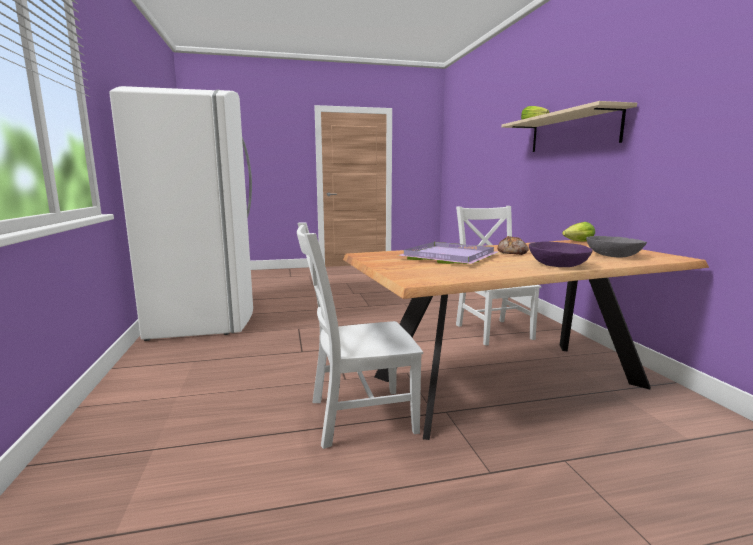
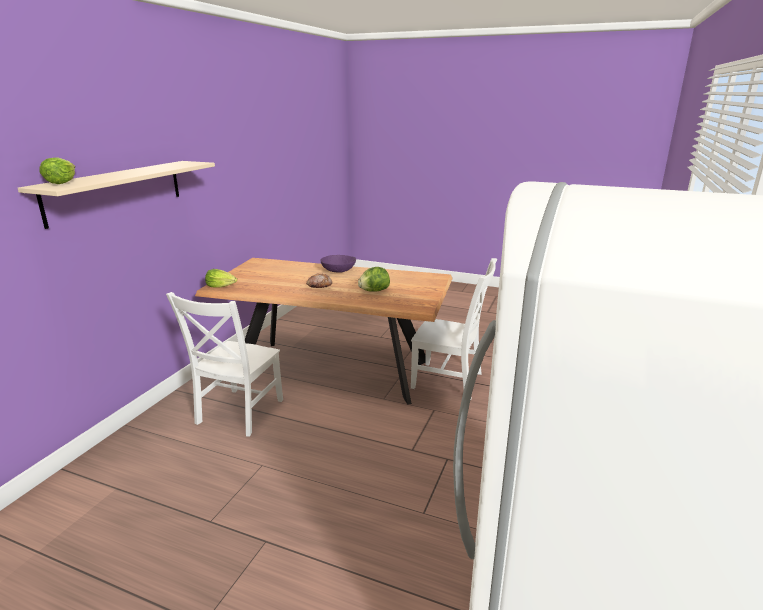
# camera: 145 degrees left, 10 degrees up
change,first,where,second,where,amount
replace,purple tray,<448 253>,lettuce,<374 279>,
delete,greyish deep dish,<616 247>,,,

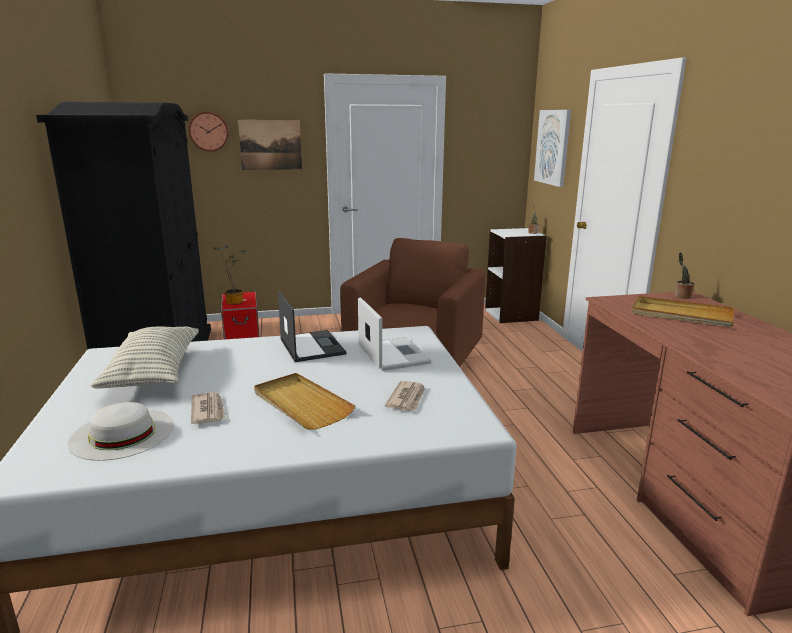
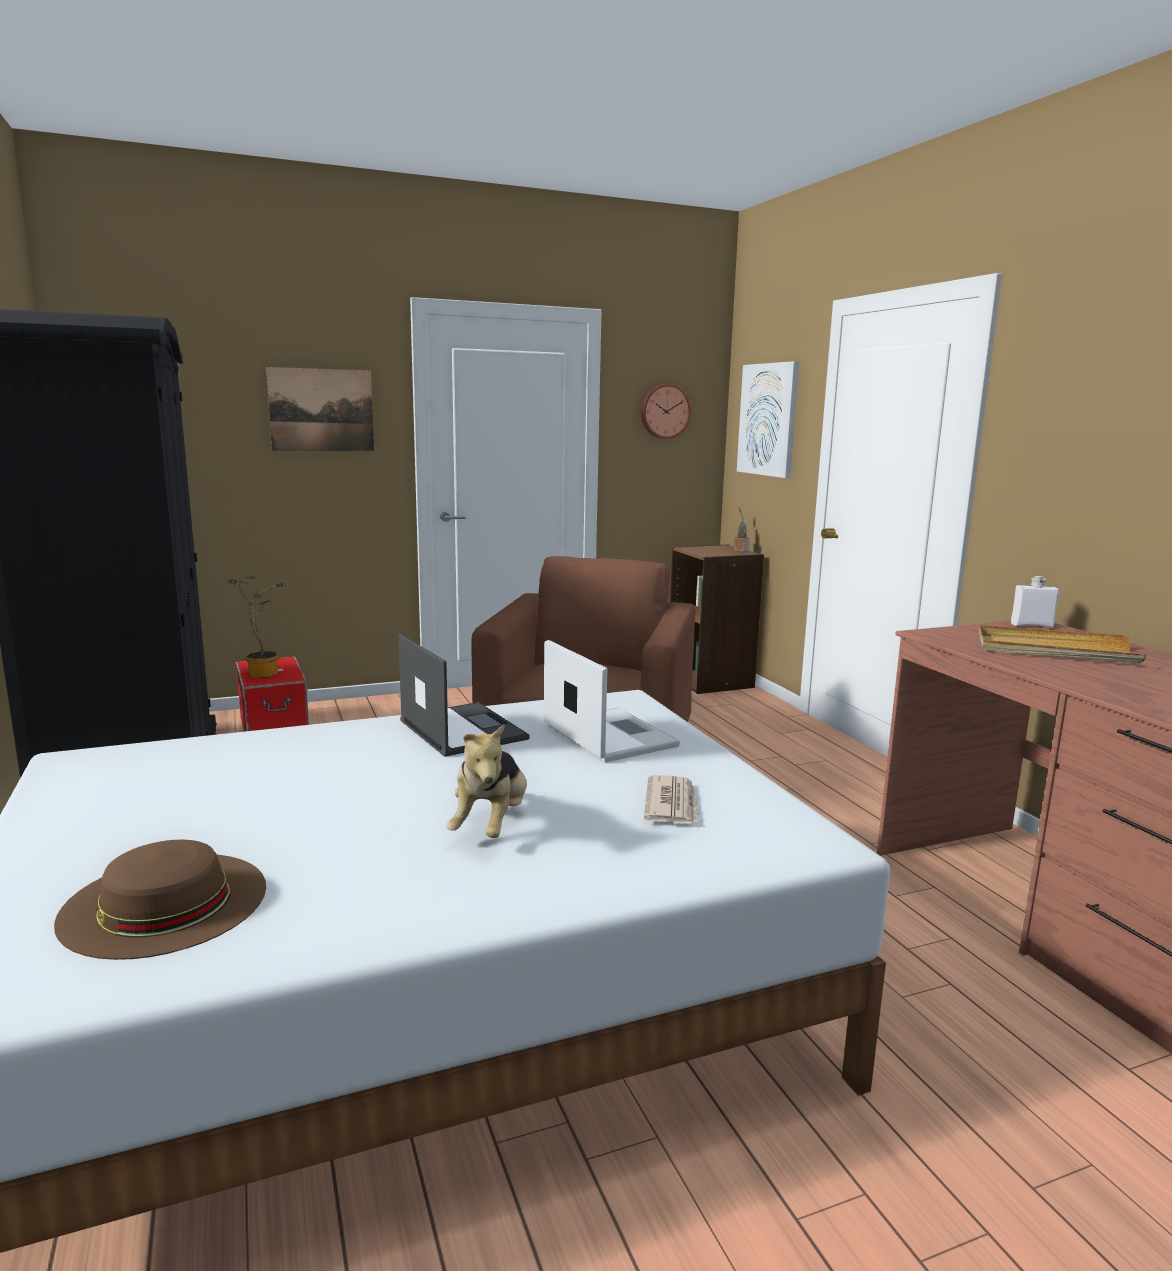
# camera: 10 degrees left, 5 degrees down
change,first,where,second,where,amount
recolor,whitish wearable hat,<121 431>,brown wearable hat,<160 900>,
delete,cushion,<144 358>,,,
move,clock on the wall,<209 132>,,<666 411>,
delete,newspaper,<208 408>,,,
replace,beige-coloured tray,<304 401>,cuddly toy,<486 780>,
recolor,whitish shelving unit,<516 275>,brown shelving unit,<717 619>,
replace,plant in a pot,<684 275>,whitish bottle,<1035 602>,

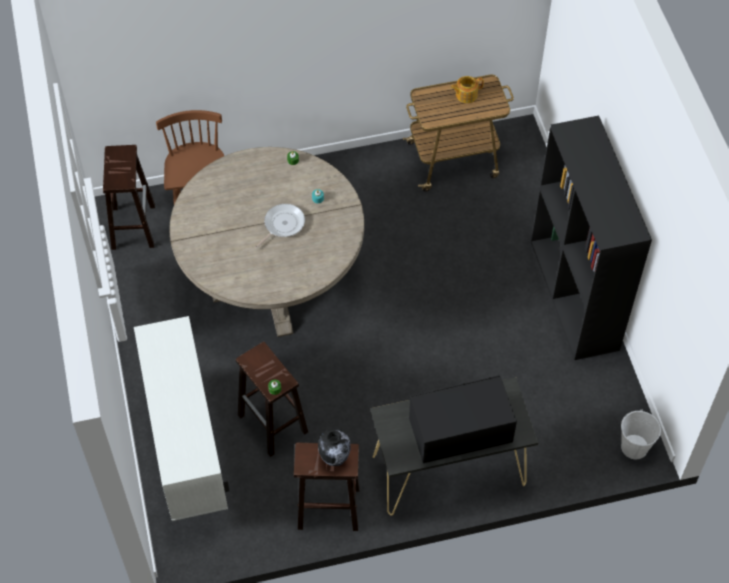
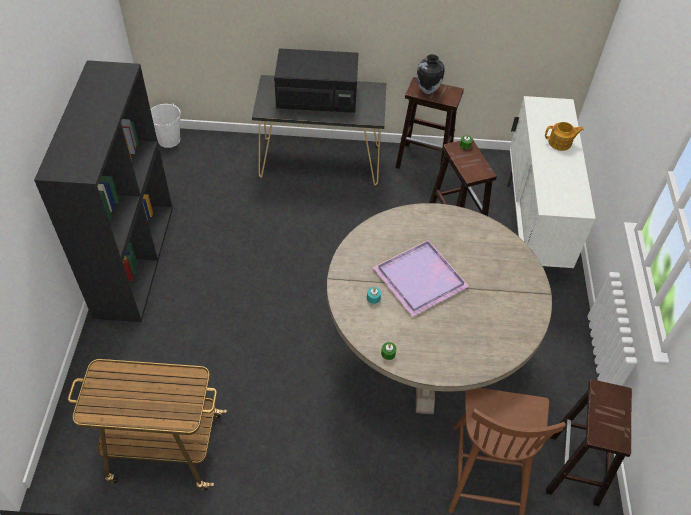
# camera: 165 degrees left, 5 degrees down
change,first,where,second,where,amount
replace,pan,<280 226>,purple tray,<421 278>,
move,tea pot,<467 89>,,<564 136>,

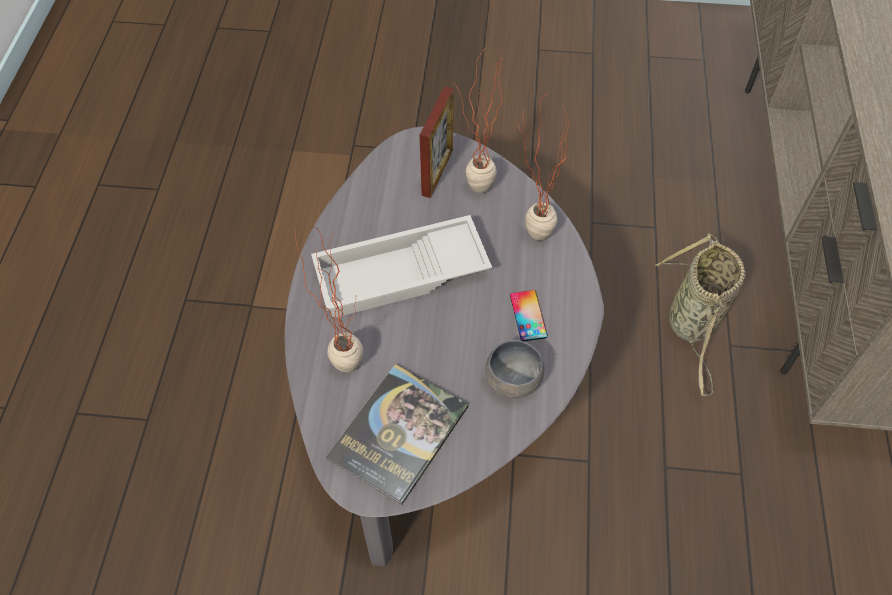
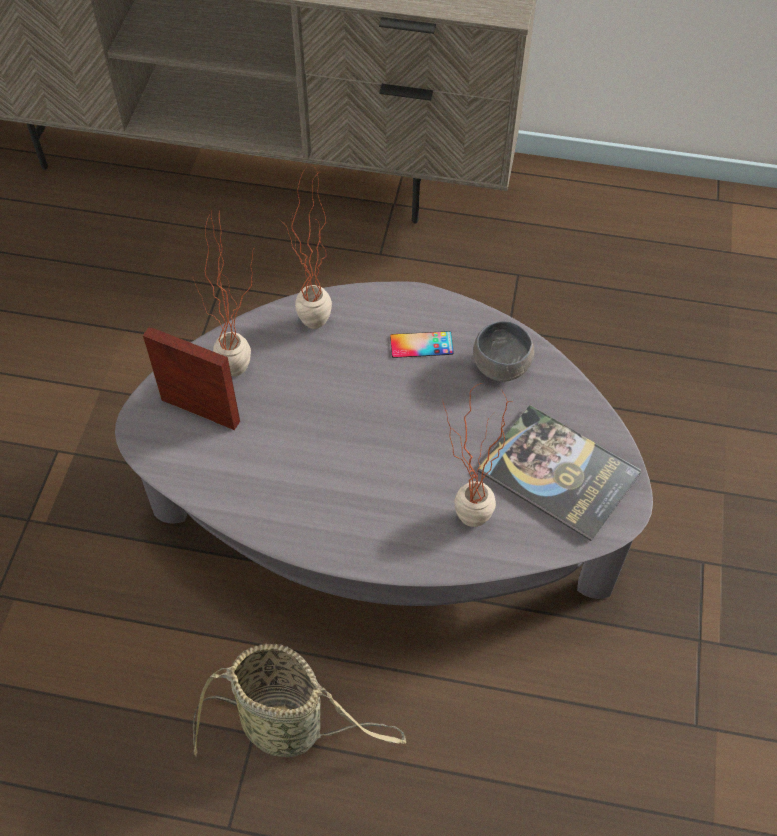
# camera: 85 degrees left, 0 degrees up
change,first,where,second,where,amount
delete,whitish tray,<401 266>,,,
move,household basket,<700 315>,,<299 700>,

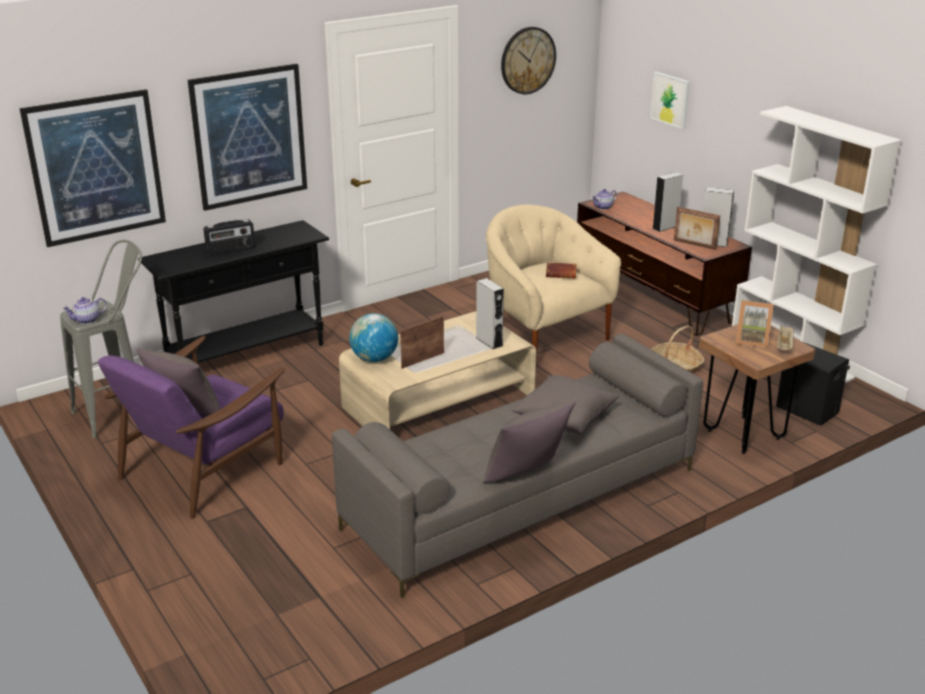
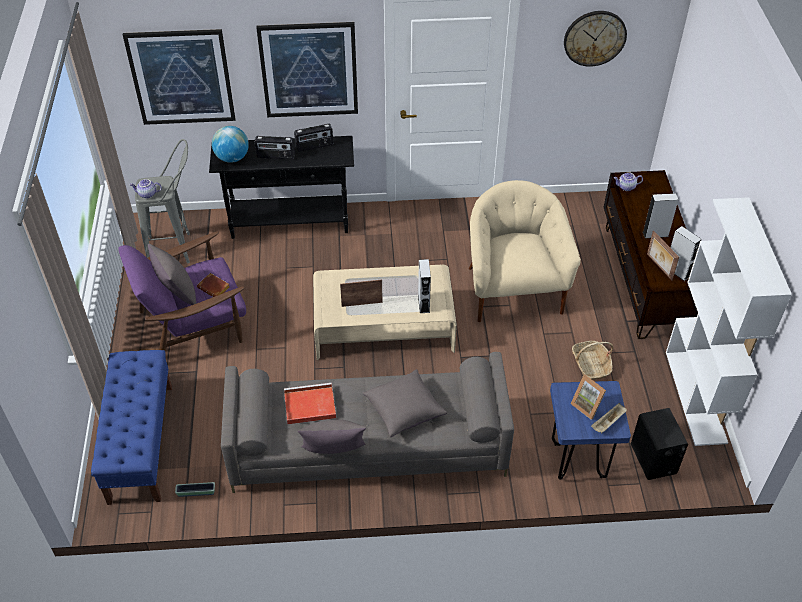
# camera: 30 degrees right, 20 degrees up
change,first,where,second,where,amount
move,desk globe,<373 337>,,<230 144>,
move,brown book,<561 270>,,<213 285>,
delete,wall art,<670 100>,,,
recolor,brown stool seat,<757 389>,bluish stool seat,<590 430>,
insert,,,bluish bench,<131 427>,
insert,,,plant pot,<195 489>,
insert,,,red-coloured tray,<310 403>,
insert,,,radio receiver,<313 138>,

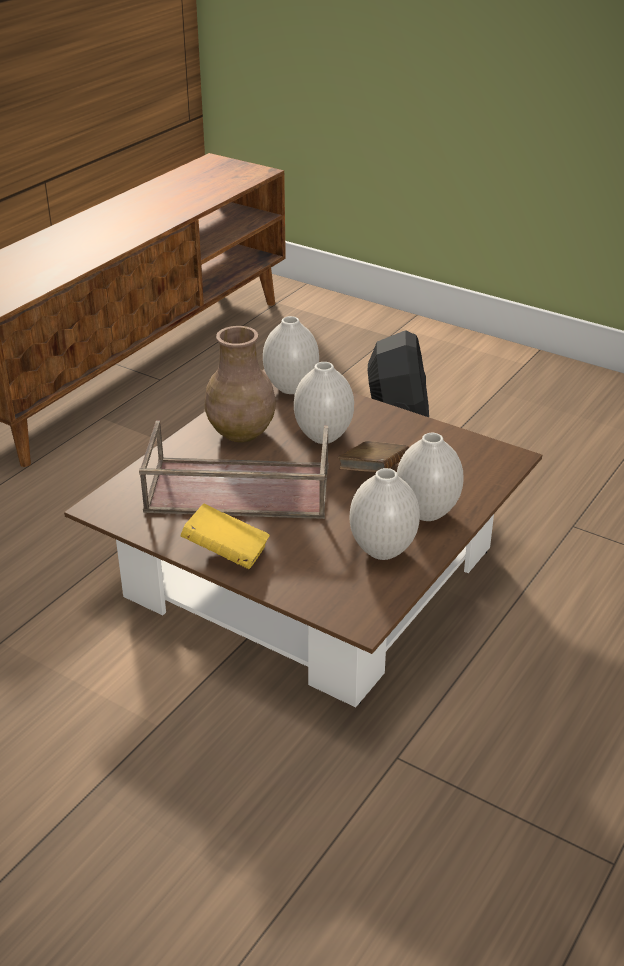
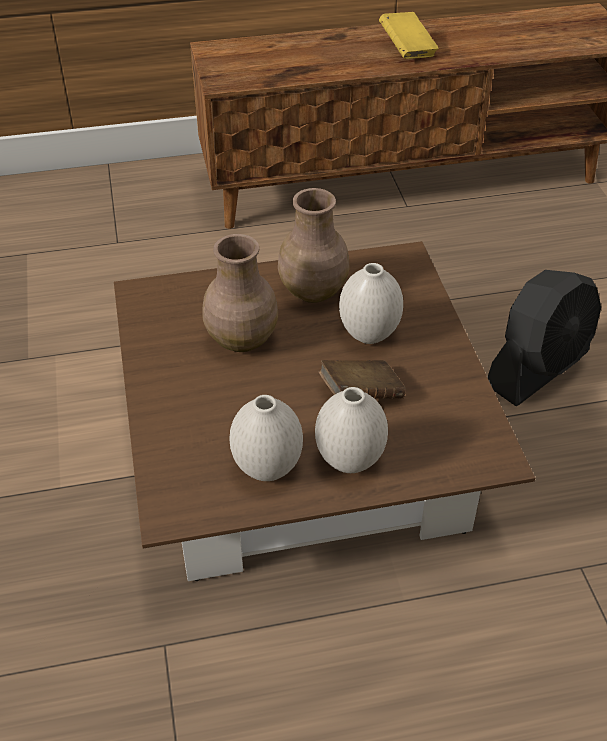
# camera: 45 degrees right, 10 degrees up
change,first,where,second,where,amount
replace,brown tray,<234 470>,brown flower vase,<240 293>,
move,yellow-coloured book,<225 536>,,<409 35>,
delete,whitish flower vase,<291 355>,,,

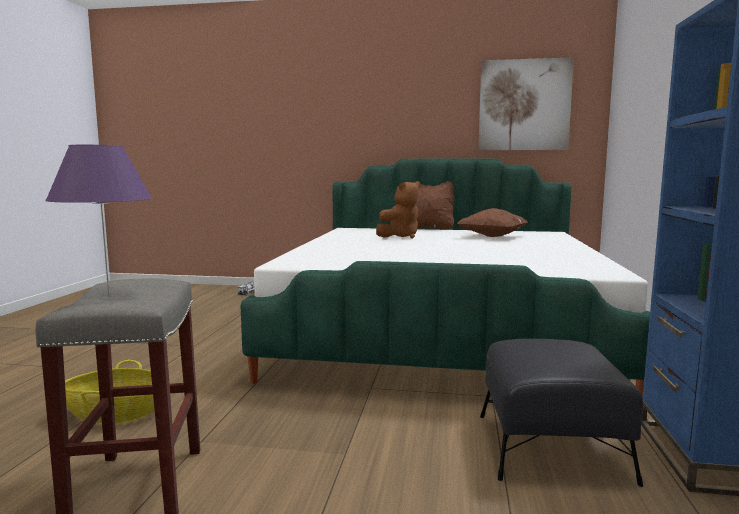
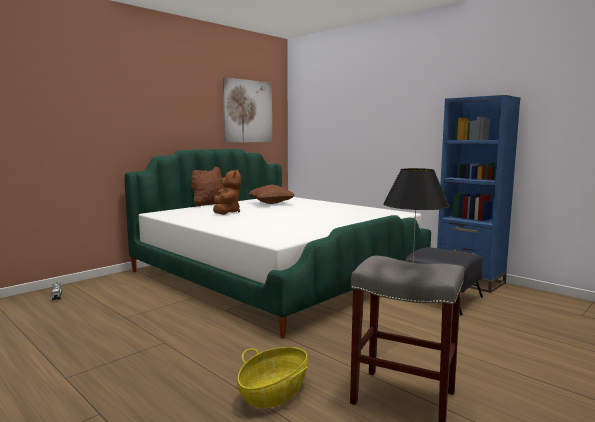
# camera: 55 degrees left, 0 degrees up
change,first,where,second,where,amount
recolor,purple lamp for a table,<98 221>,blackish lamp for a table,<416 217>,

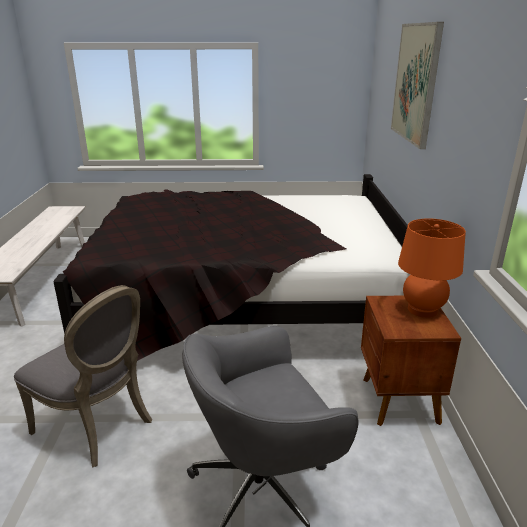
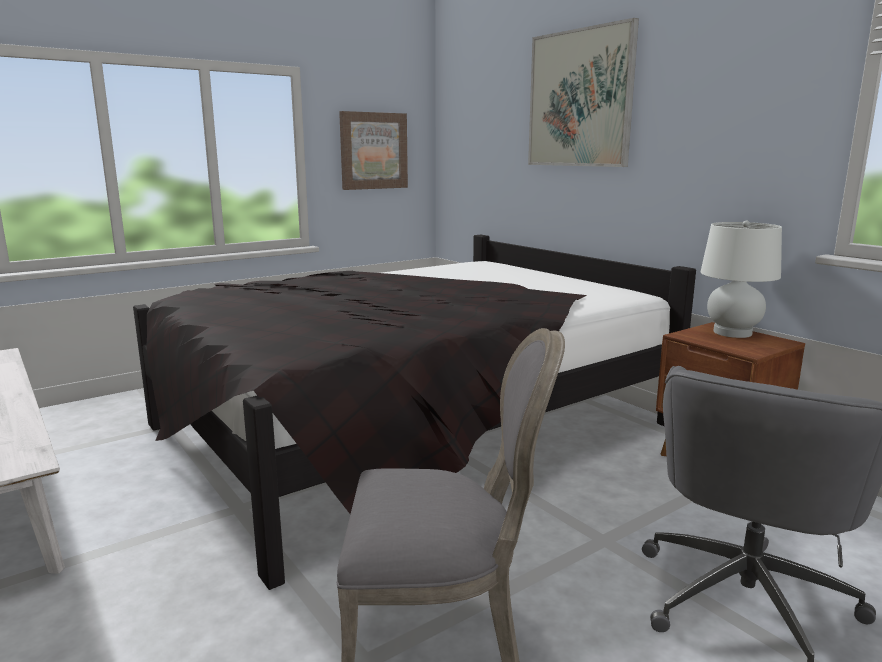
# camera: 35 degrees left, 10 degrees down
change,first,where,second,where,amount
recolor,orangey lamp for a table,<432 268>,whitish lamp for a table,<741 279>,
insert,,,wall art,<373 150>,

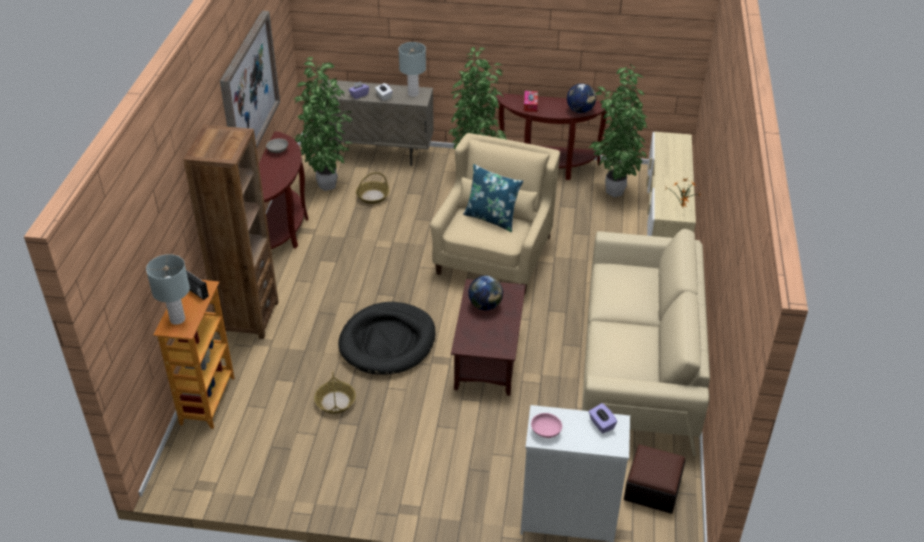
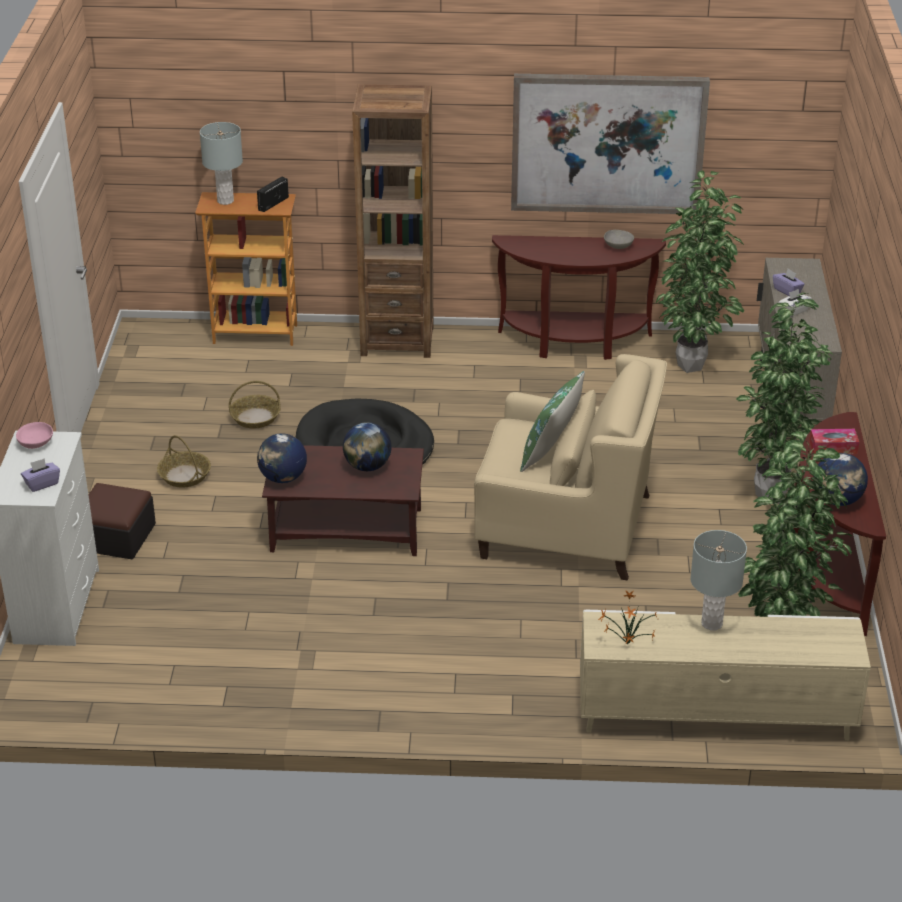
# camera: 85 degrees right, 5 degrees down
change,first,where,second,where,amount
move,household basket,<372 188>,,<184 461>,
move,greyish lamp for a table,<412 69>,,<718 580>,
recolor,bluish cushion,<493 198>,green-coloured cushion,<552 421>,
delete,beige-coloured couch,<646 342>,,,
move,footrest,<654 479>,,<122 521>,
insert,,,desk globe,<282 458>,

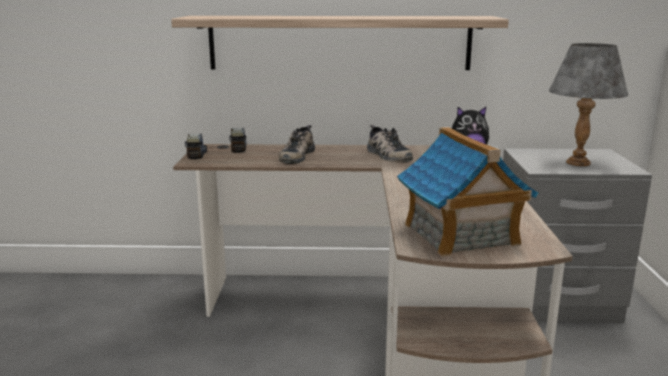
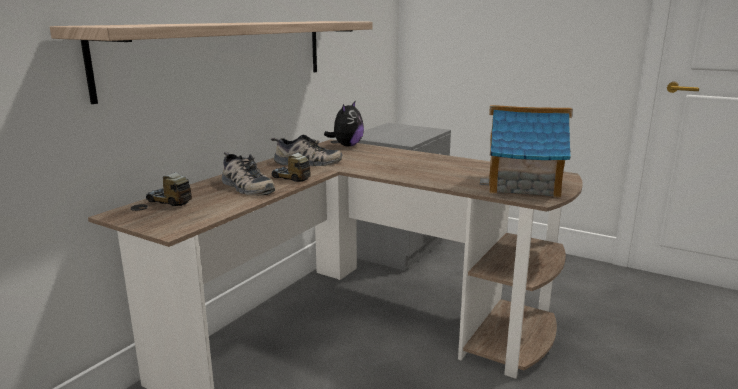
# camera: 60 degrees left, 0 degrees up
change,first,where,second,where,amount
move,toy lorry,<196 146>,,<291 167>,
delete,greyish lamp for a table,<588 104>,,,

